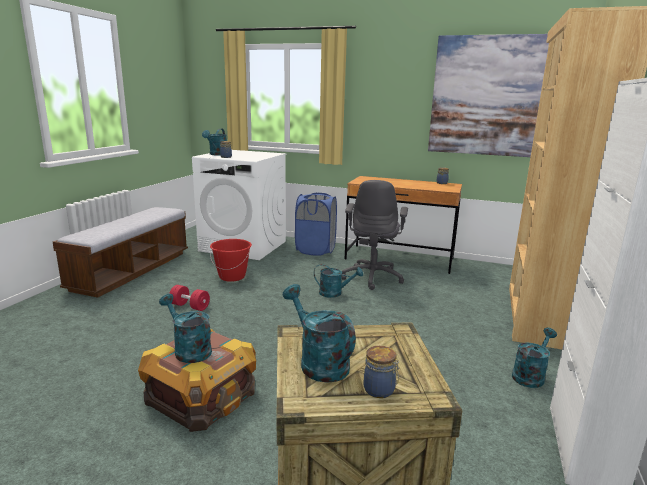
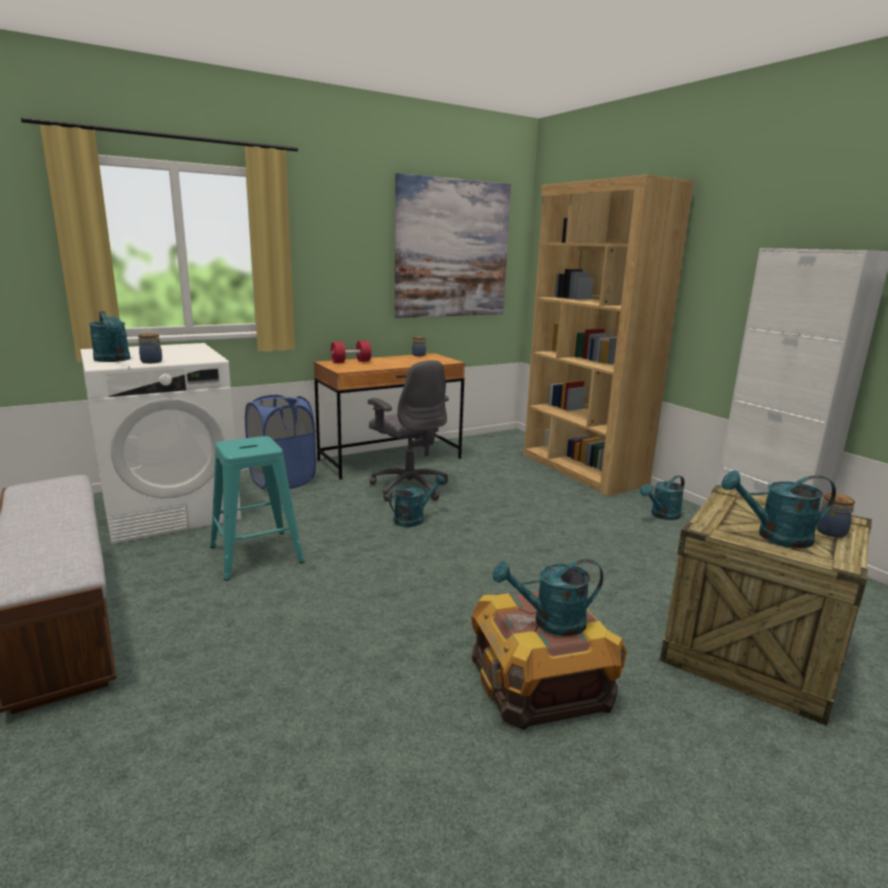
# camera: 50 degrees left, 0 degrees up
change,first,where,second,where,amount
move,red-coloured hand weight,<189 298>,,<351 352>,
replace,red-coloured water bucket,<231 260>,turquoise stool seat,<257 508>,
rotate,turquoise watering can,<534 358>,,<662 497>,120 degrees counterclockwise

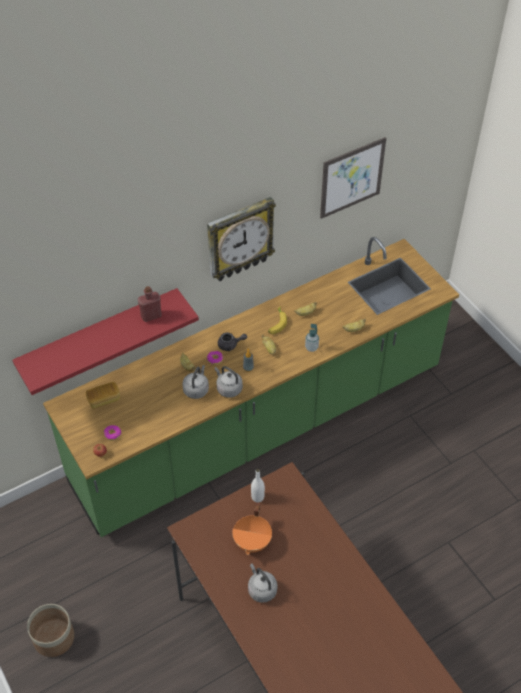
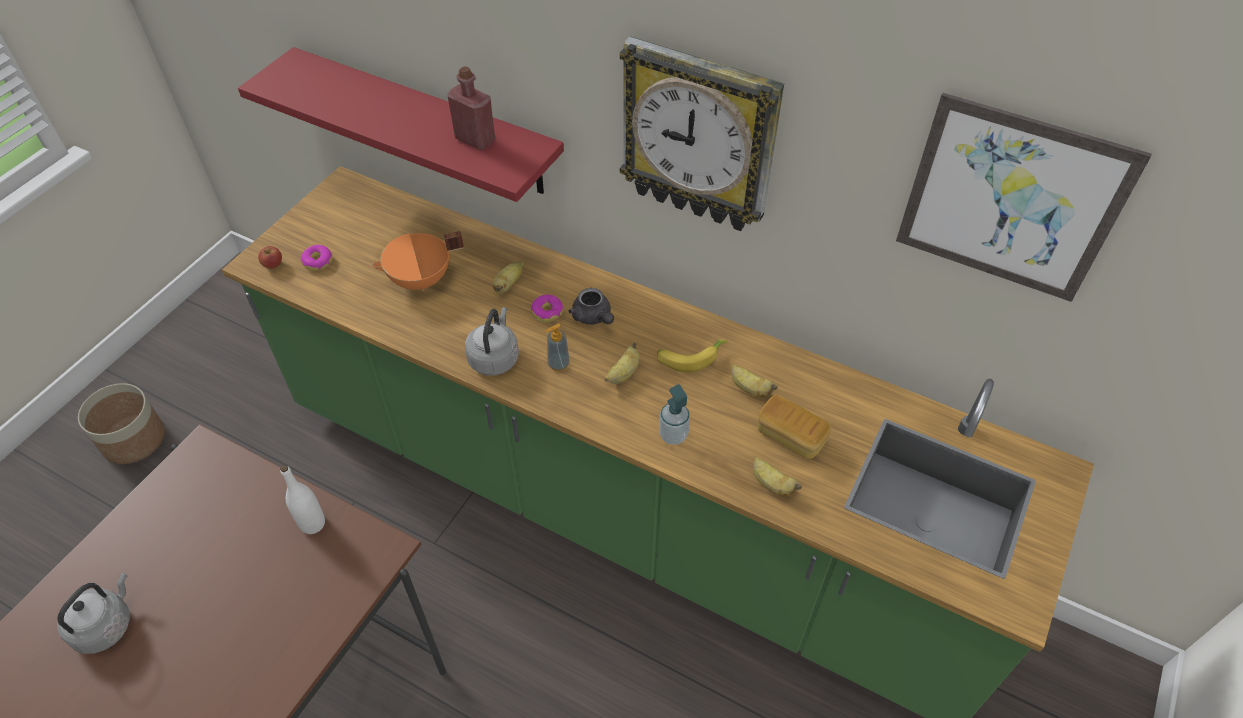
# camera: 60 degrees right, 0 degrees up
change,first,where,second,where,amount
move,bread,<103 395>,,<794 427>,
delete,greyish kettle,<195 382>,,,
move,orangey stockpot,<252 529>,,<417 261>,

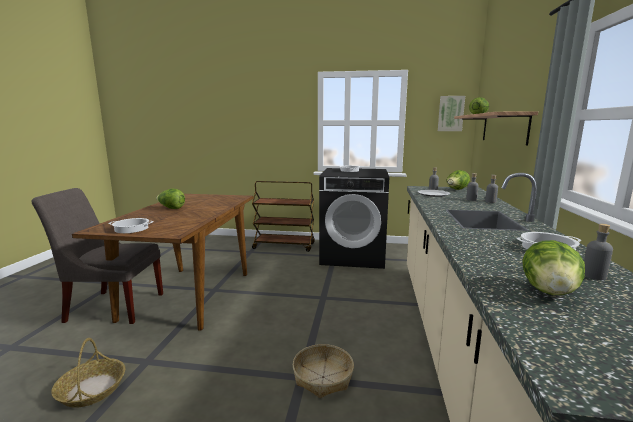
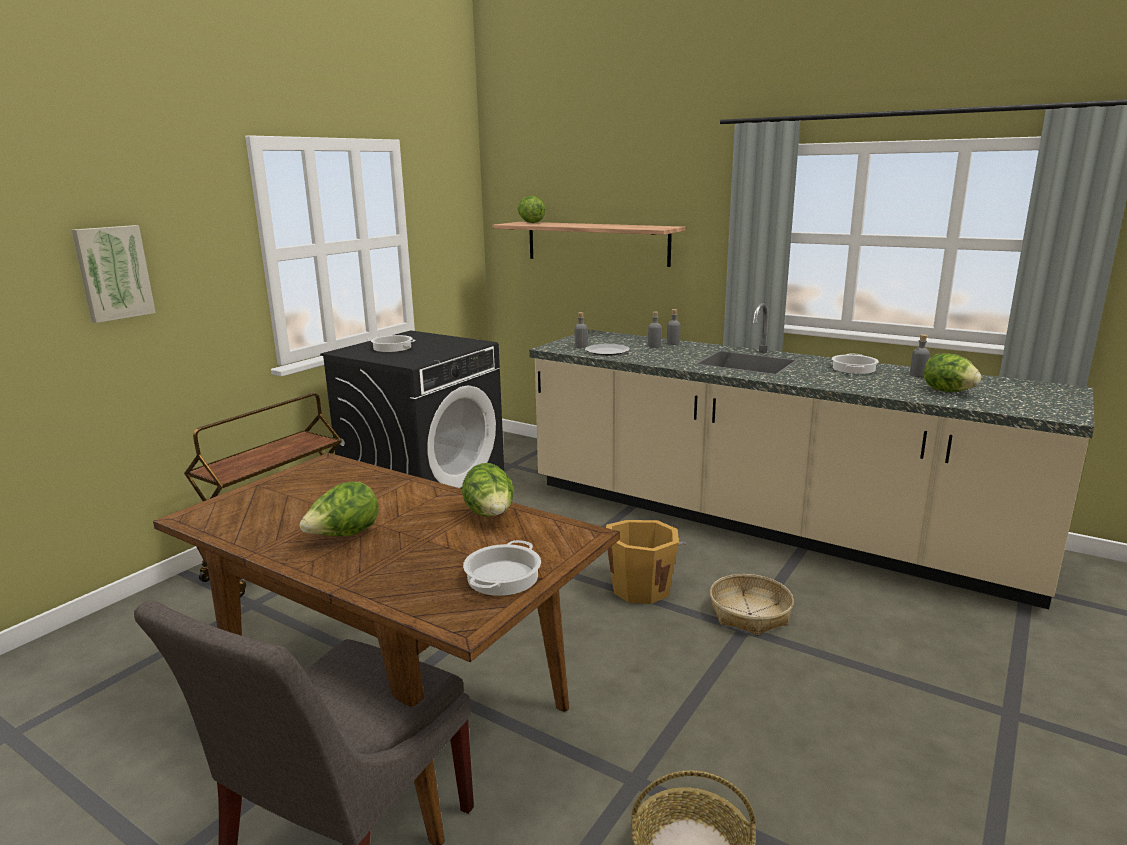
# camera: 65 degrees left, 5 degrees up
change,first,where,second,where,amount
move,wall art,<451 113>,,<114 274>,
move,lettuce,<458 180>,,<487 489>,
insert,,,orangey water bucket,<646 562>,

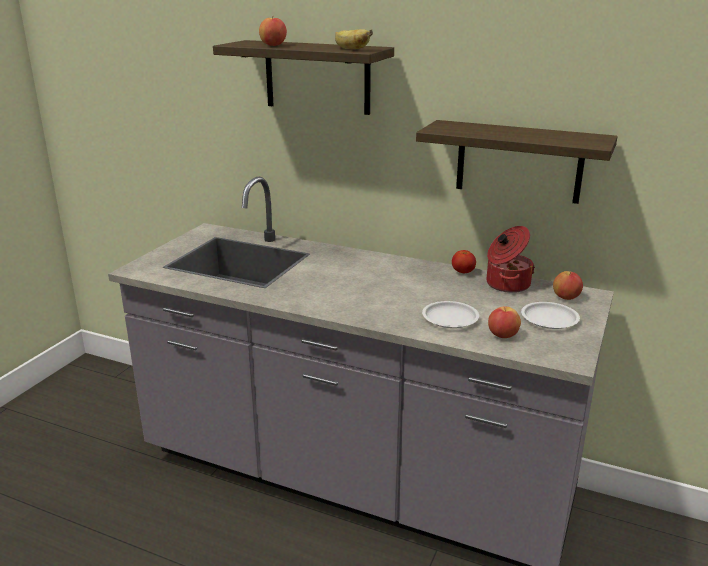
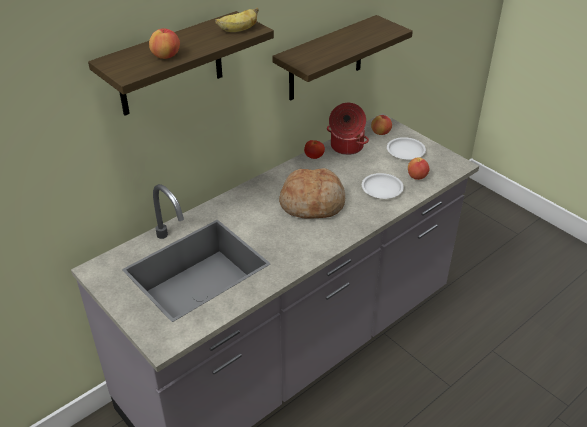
# camera: 65 degrees left, 15 degrees up
change,first,where,second,where,amount
insert,,,bread,<312 193>,

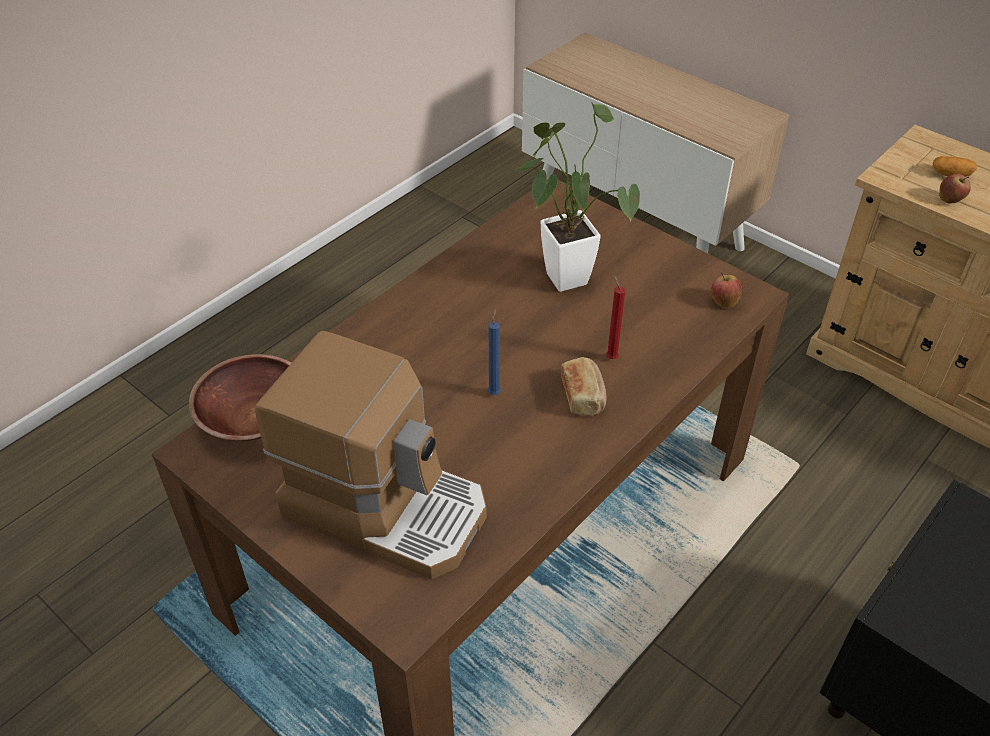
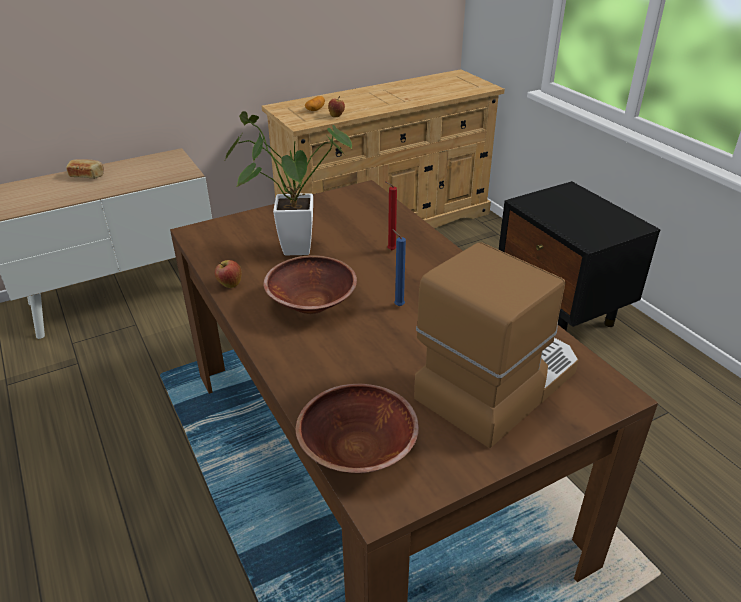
# camera: 70 degrees left, 10 degrees down
change,first,where,second,where,amount
move,bread,<583 386>,,<85 169>,
move,apple fruit,<726 290>,,<228 274>,
insert,,,brown deep dish,<310 284>,

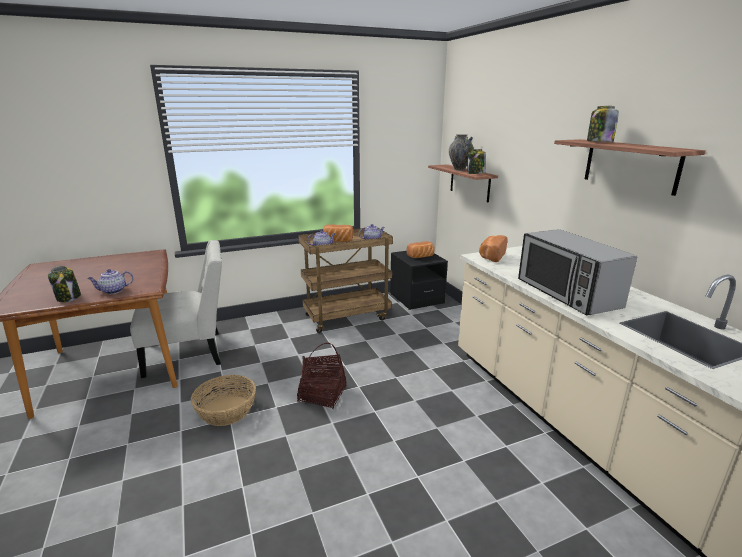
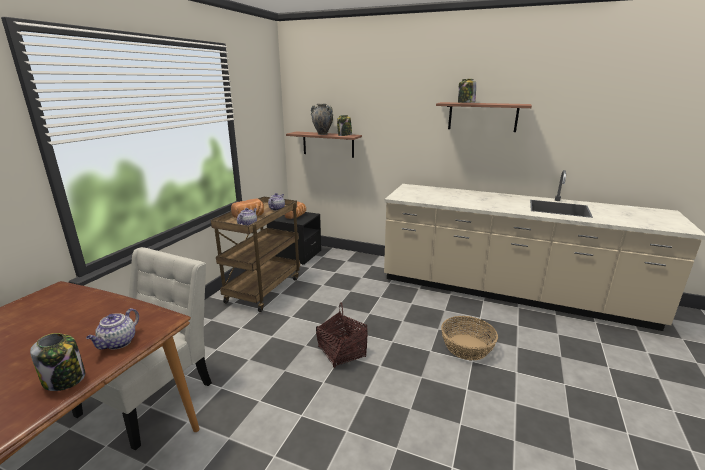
# camera: 45 degrees left, 0 degrees up
change,first,where,second,where,amount
move,household basket,<223 400>,,<469 338>,
delete,bread,<493 248>,,,
delete,kitchen microwave,<577 272>,,,

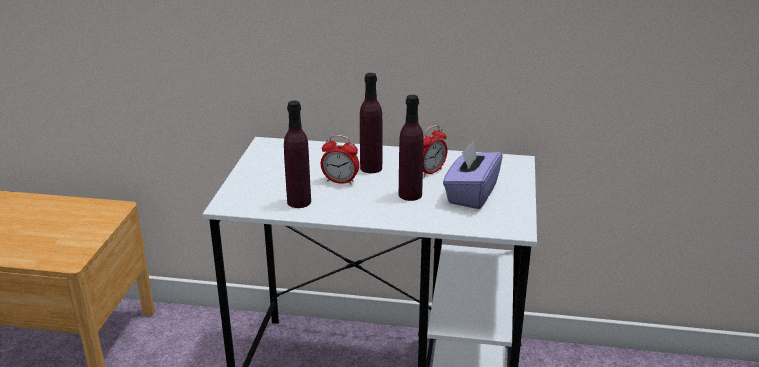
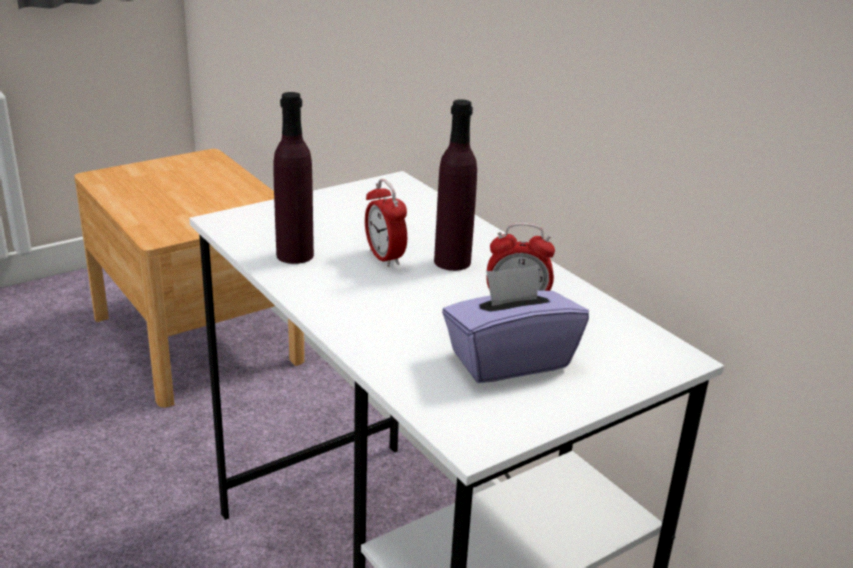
# camera: 45 degrees right, 0 degrees up
change,first,where,second,where,amount
delete,purple bottle,<411 148>,,,

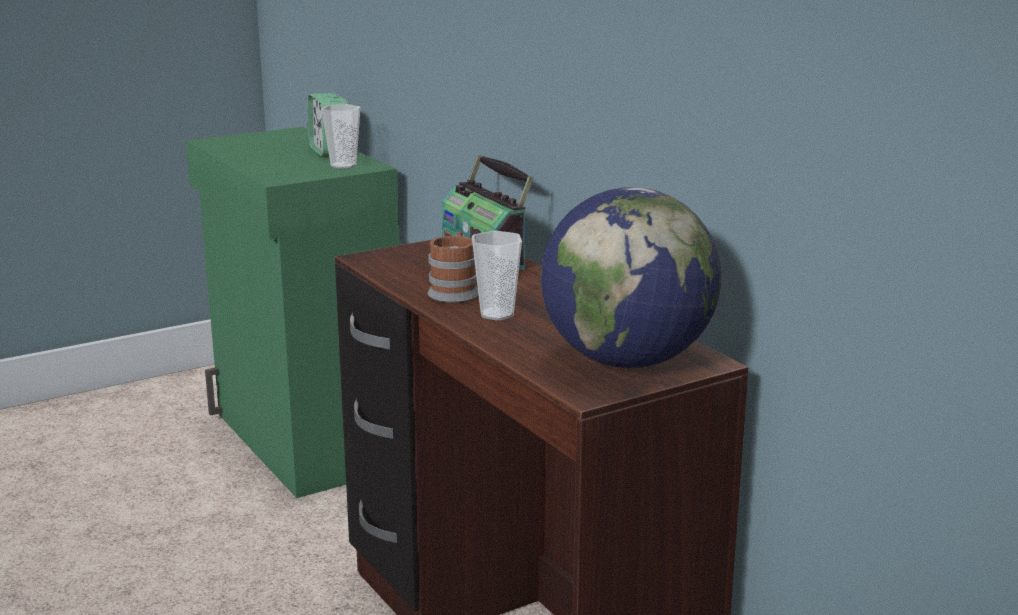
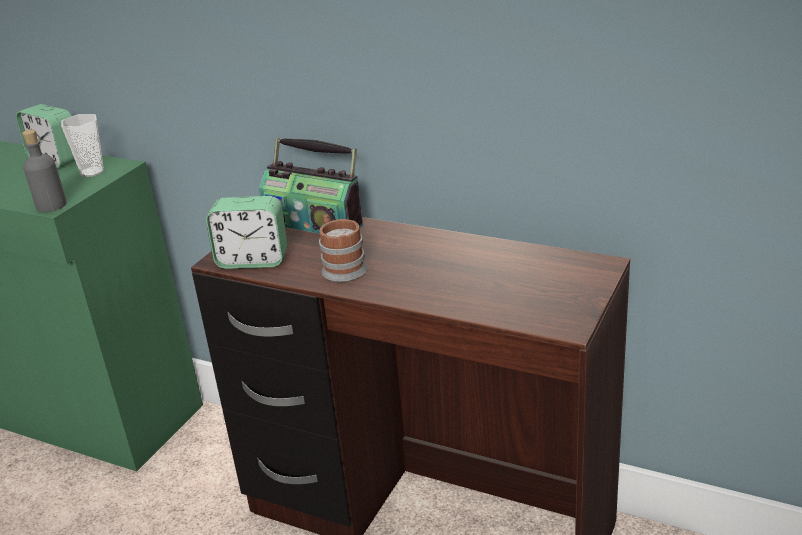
# camera: 30 degrees left, 10 degrees up
change,first,where,second,where,amount
delete,small cup,<497 276>,,,
delete,desk globe,<631 277>,,,
insert,,,greyish bottle,<44 170>,
insert,,,bedside clock,<247 232>,

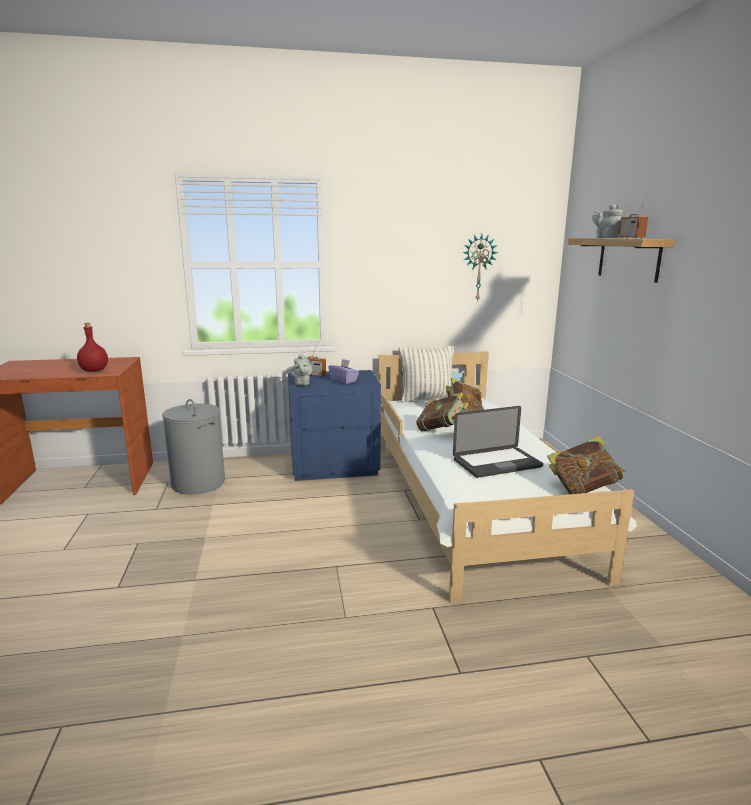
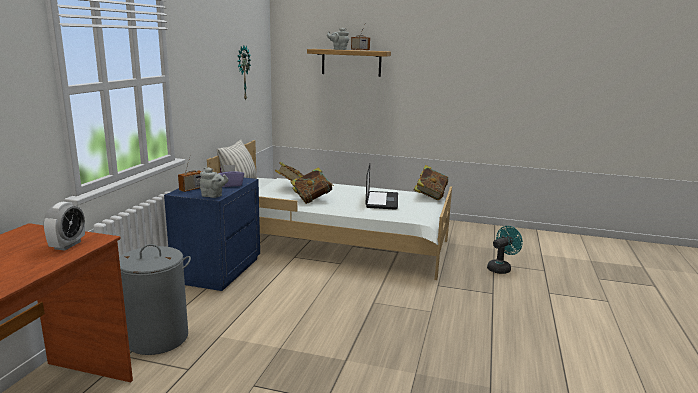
# camera: 65 degrees left, 0 degrees up
change,first,where,second,where,amount
replace,red-coloured bottle,<92 347>,bedside clock,<64 226>,
insert,,,turquoise cooling fan,<505 250>,

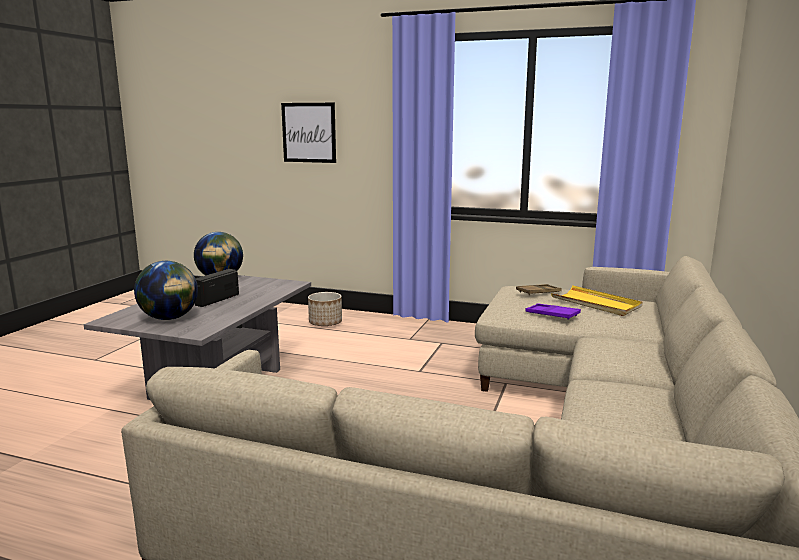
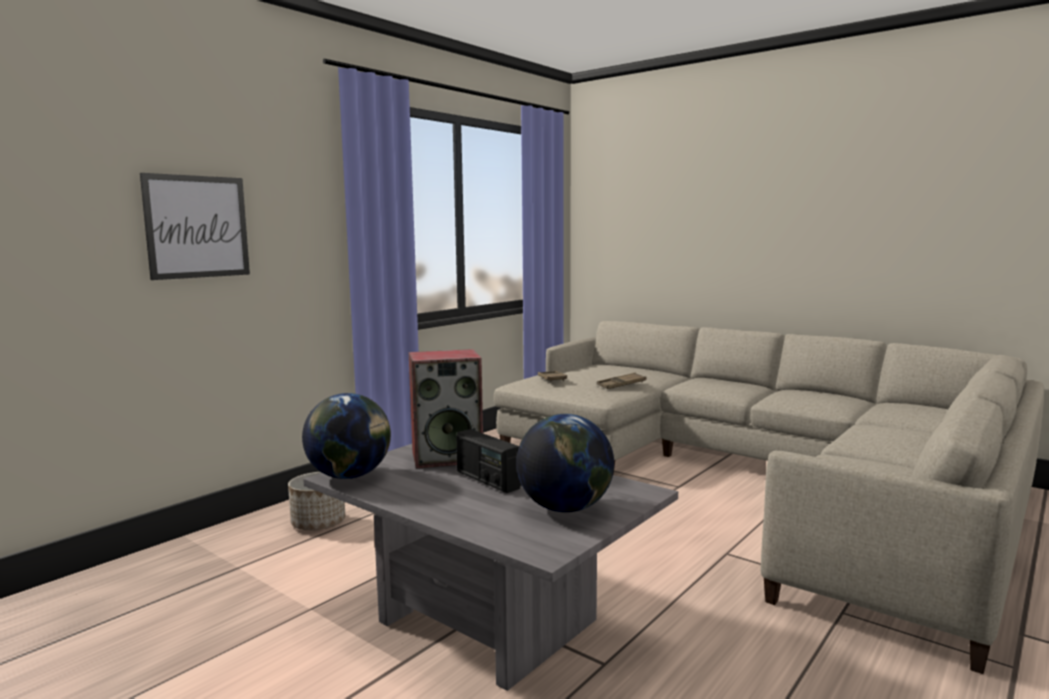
# camera: 70 degrees left, 5 degrees down
change,first,where,second,where,amount
recolor,purple tray,<553 311>,brown tray,<621 381>,
delete,yellow-coloured tray,<597 300>,,,
insert,,,speaker,<446 408>,

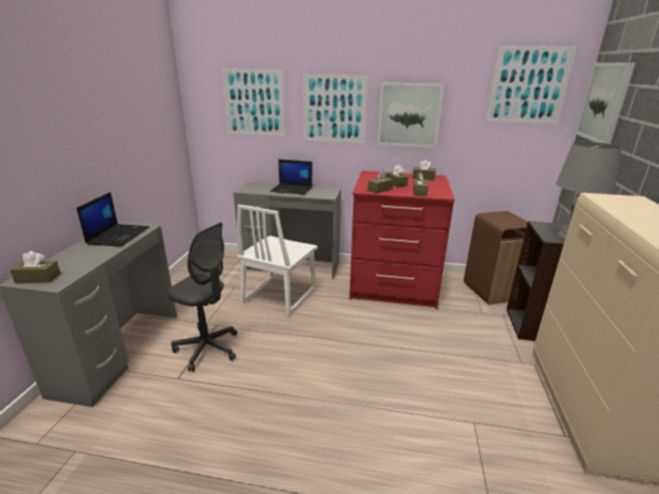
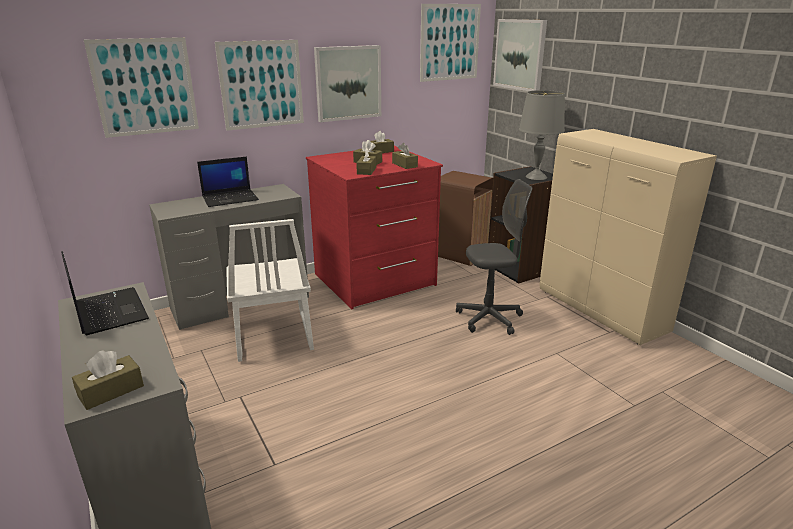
# camera: 40 degrees left, 0 degrees up
change,first,where,second,where,amount
move,greyish office chair,<202 297>,,<494 257>,

